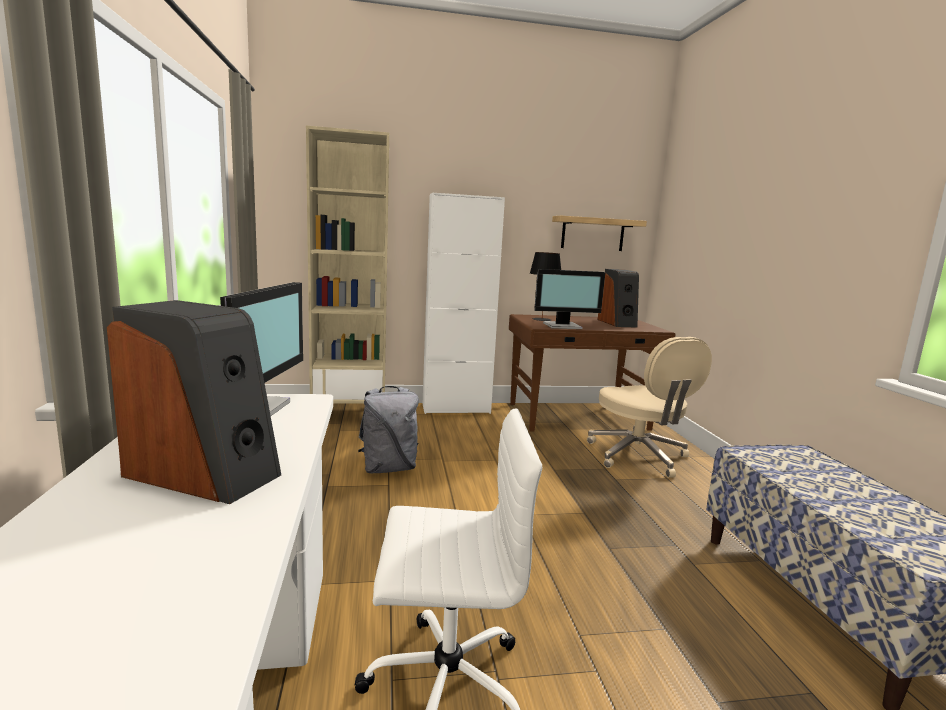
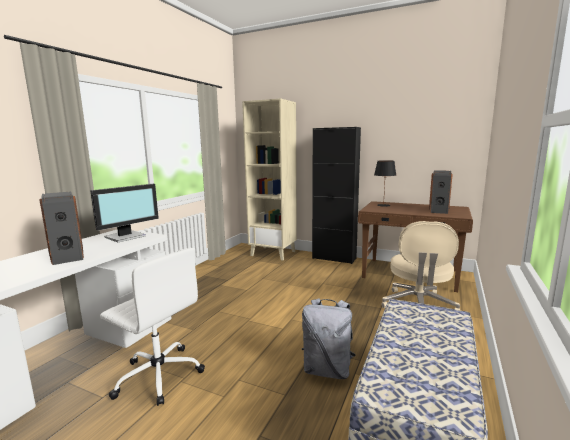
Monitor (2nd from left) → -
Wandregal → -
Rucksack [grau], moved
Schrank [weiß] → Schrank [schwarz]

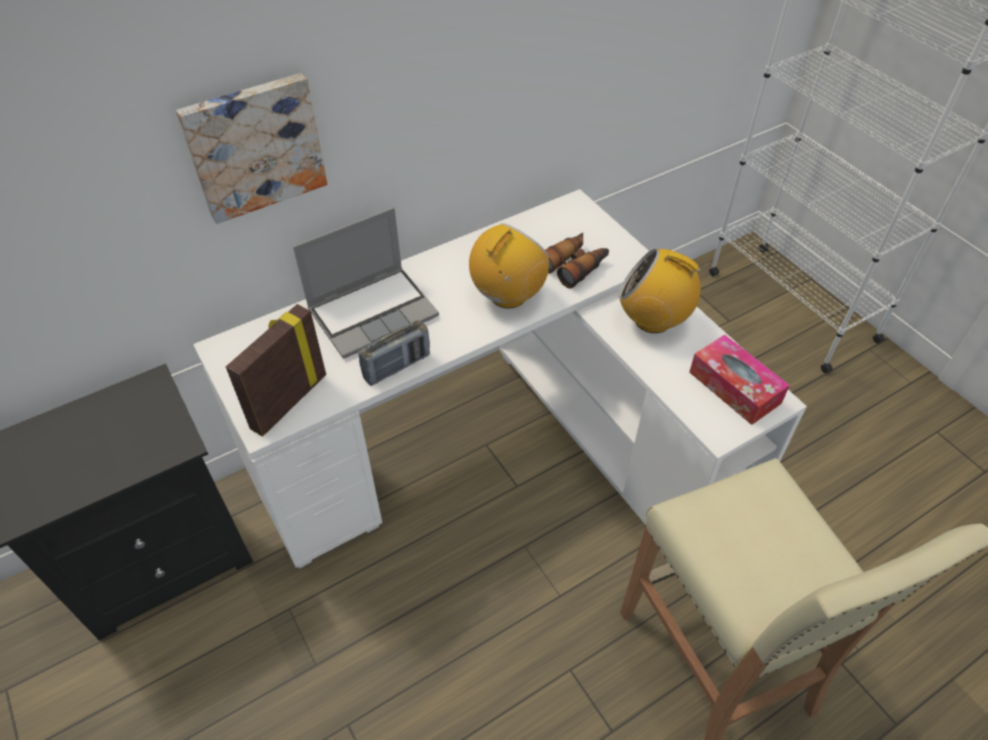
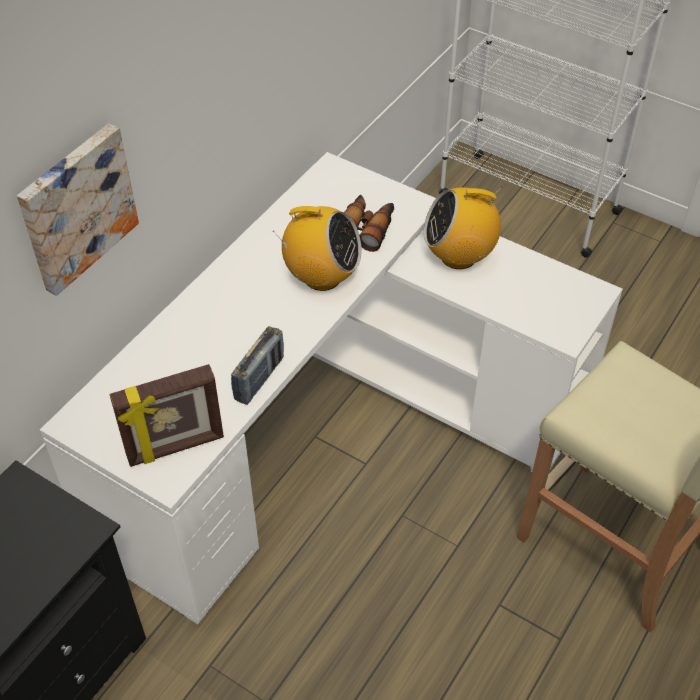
Laptop → -
Taschentuchbox → -
Bilderrahmen, 120 degrees counterclockwise
Radio (2nd from left), 90 degrees clockwise

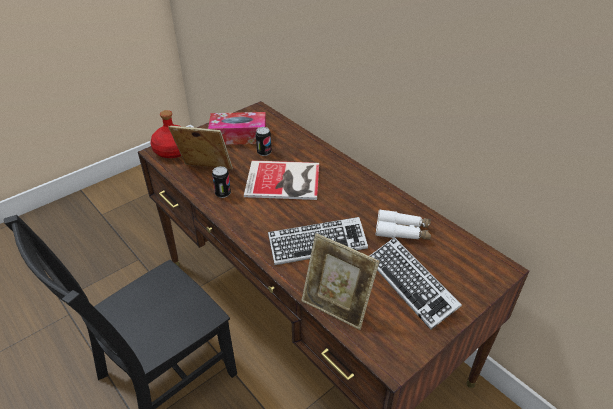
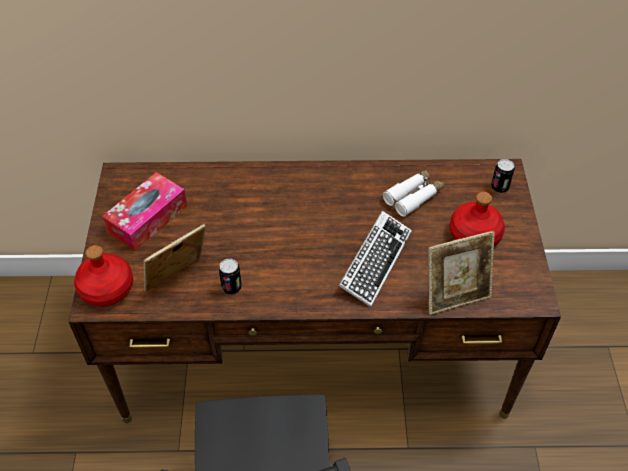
Buch → -
Dose (2nd from left), moved
Tastatur (2nd from left) → Flasche [rot] (2nd from left)

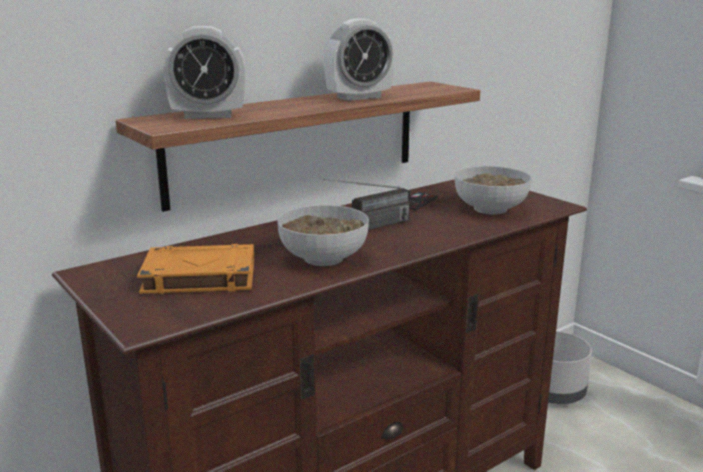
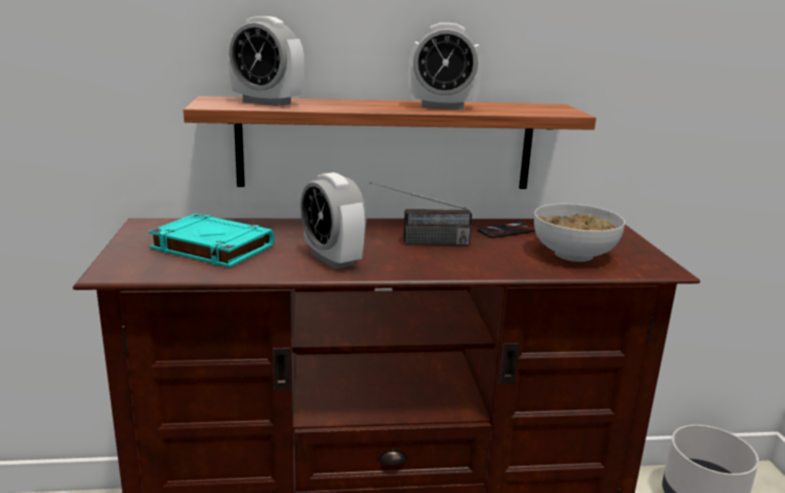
Schüssel (1st from left) → Wecker (2nd from left)
Buch [orange] → Buch [türkis]

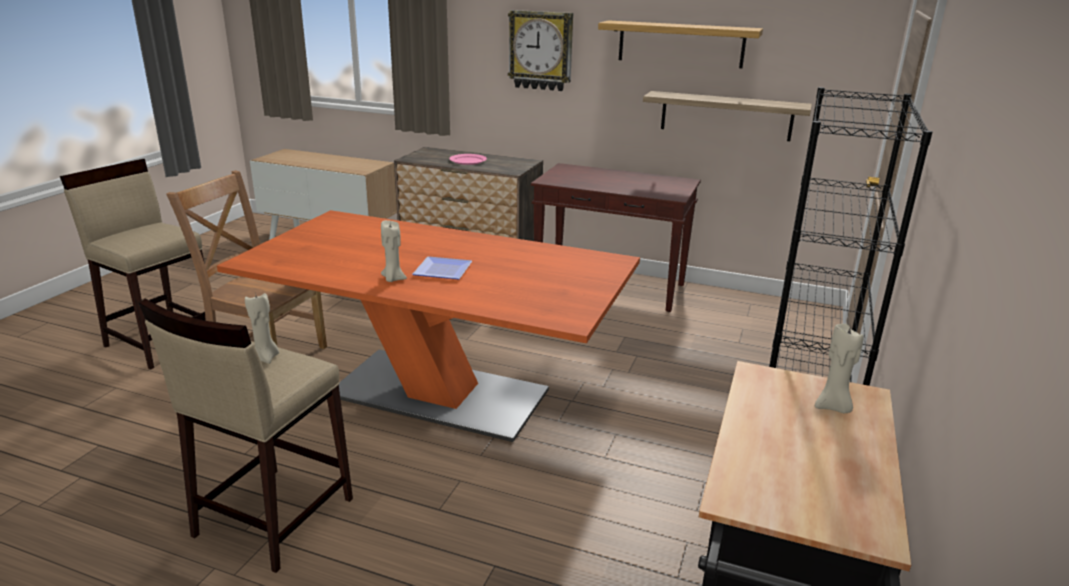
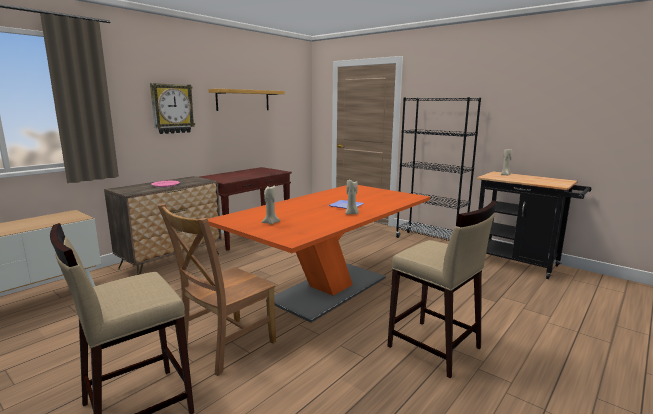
Wandregal (2nd from left) → -
Kerze [beige] (1st from left), moved

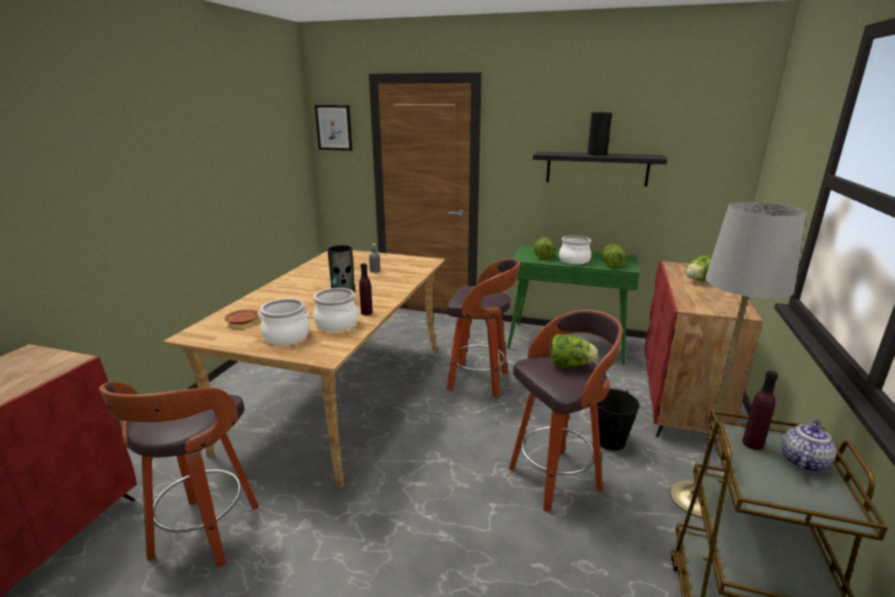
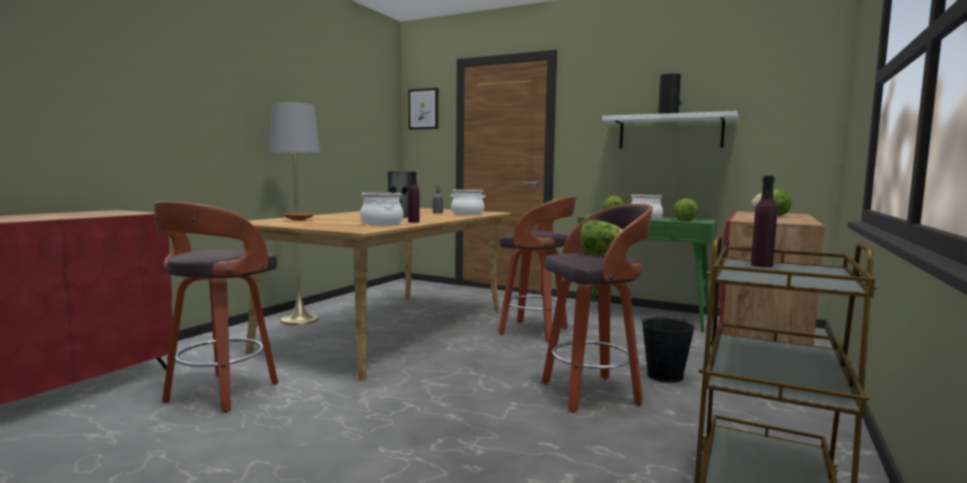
Teekanne → -
Kochtopf (1st from left in the first image) → Kochtopf (2nd from left), moved
Stehlampe [grau], moved
Wandregal [schwarz] → Wandregal [weiß]

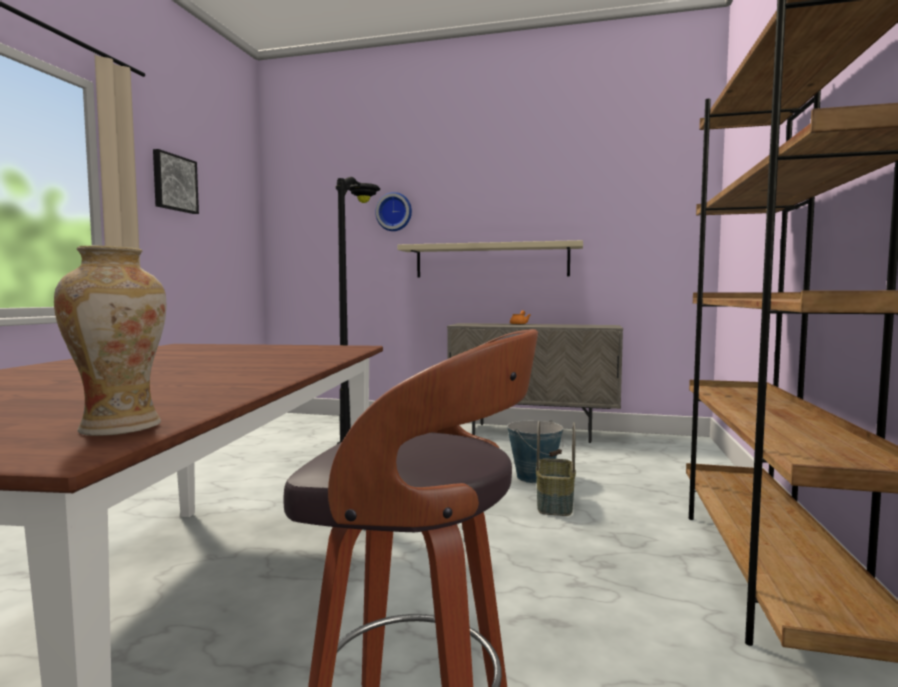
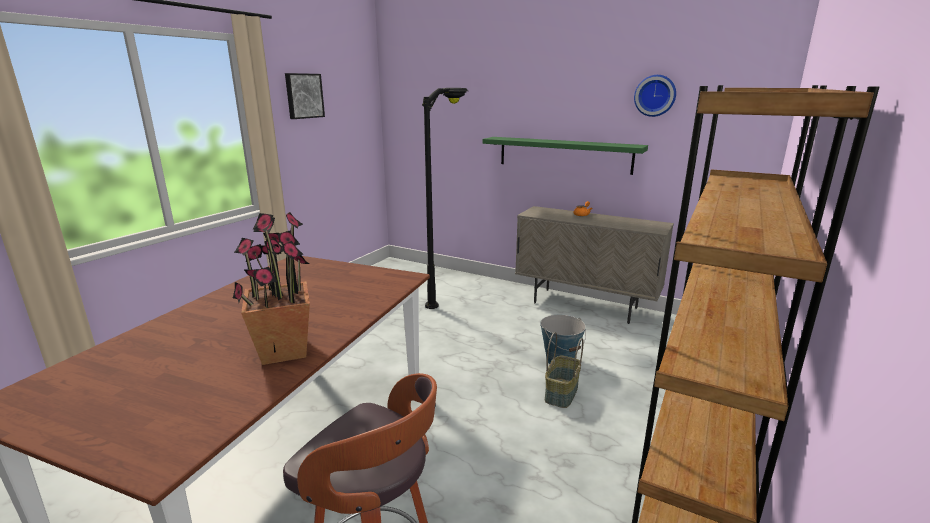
Vase → -
- → Topfpflanze
Wanduhr, moved
Wandregal [beige] → Wandregal [grün]

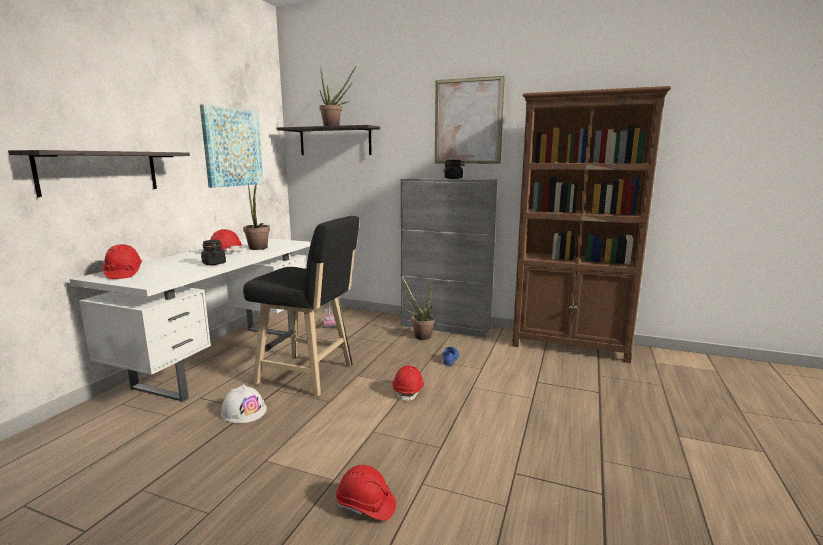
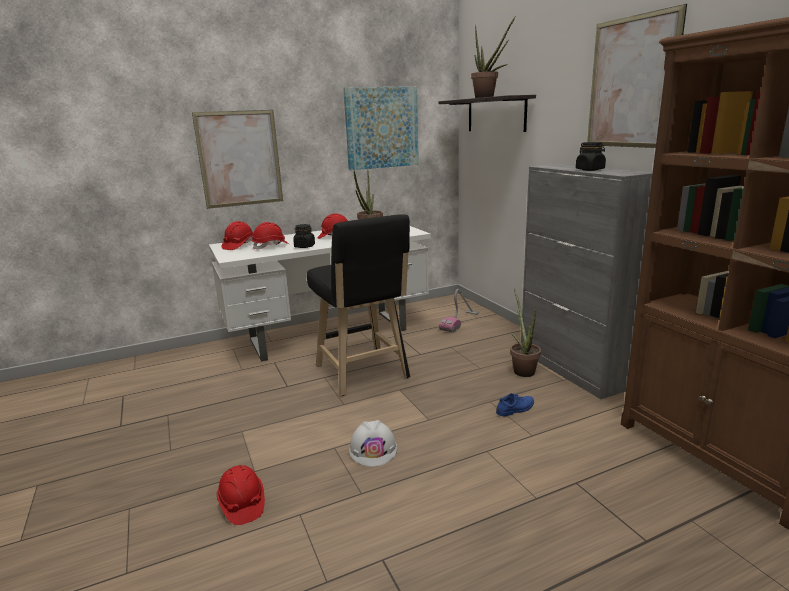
Schutzhelm [weiß], moved
Schutzhelm [rot] (4th from left in the first image) → Schutzhelm [rot] (3rd from left), moved
Wandregal (1st from left) → Bild (1st from left)

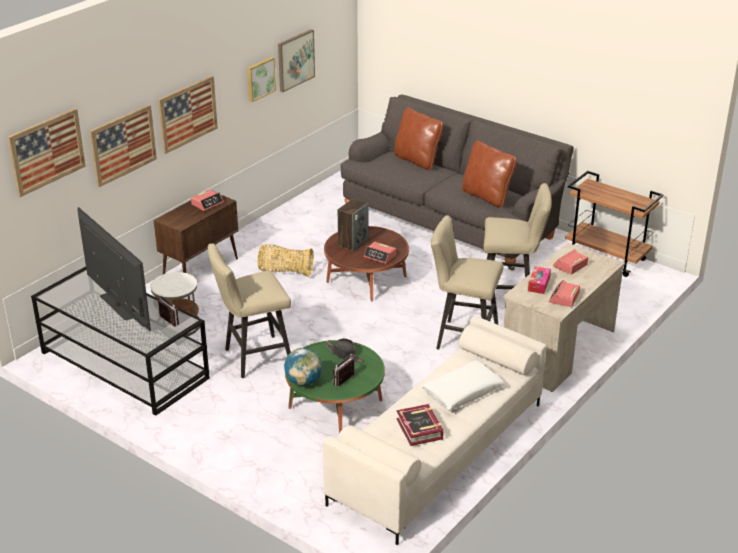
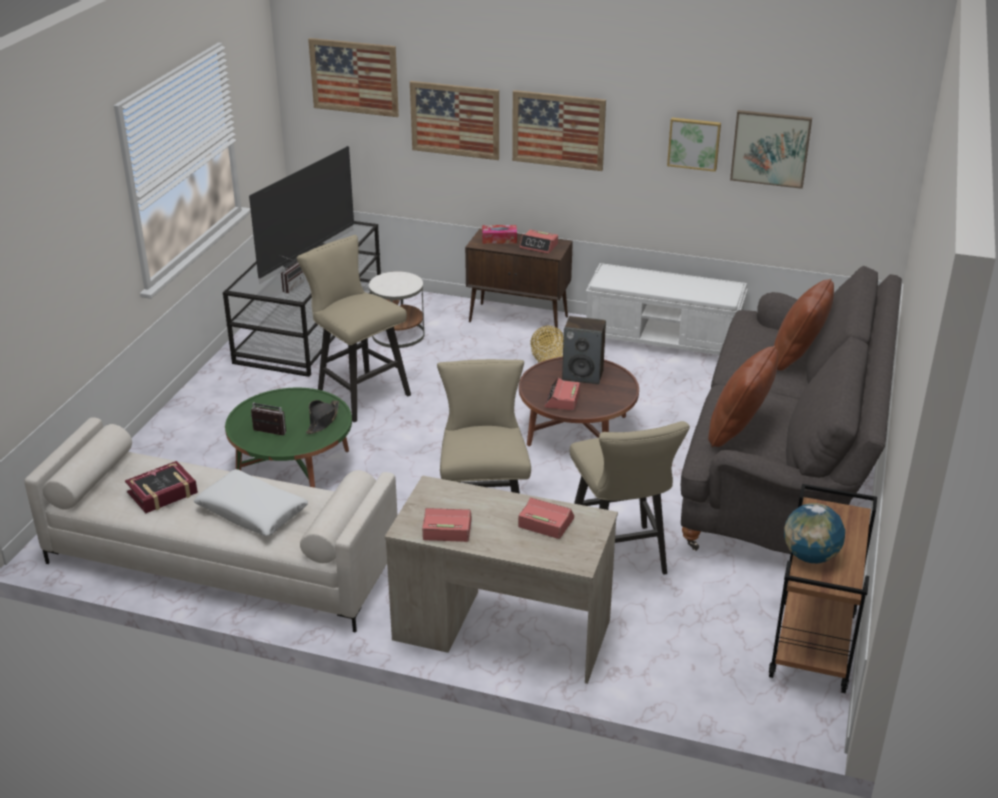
- → Bank [weiß]
Globus, moved
Taschentuchbox, moved

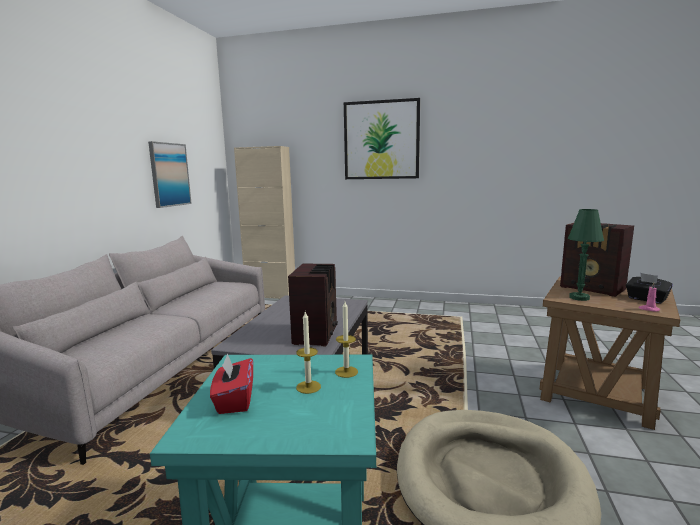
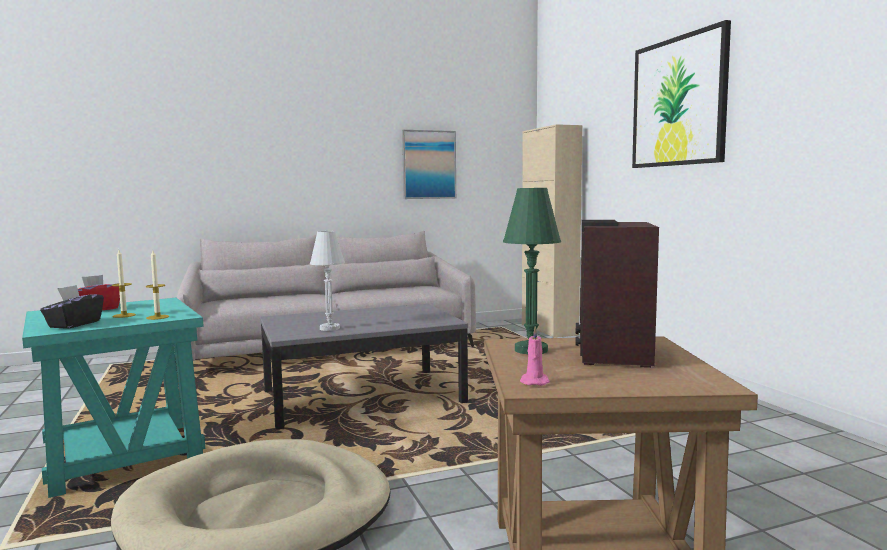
Taschentuchbox [schwarz], moved
Radio (1st from left) → Tischlampe [weiß]

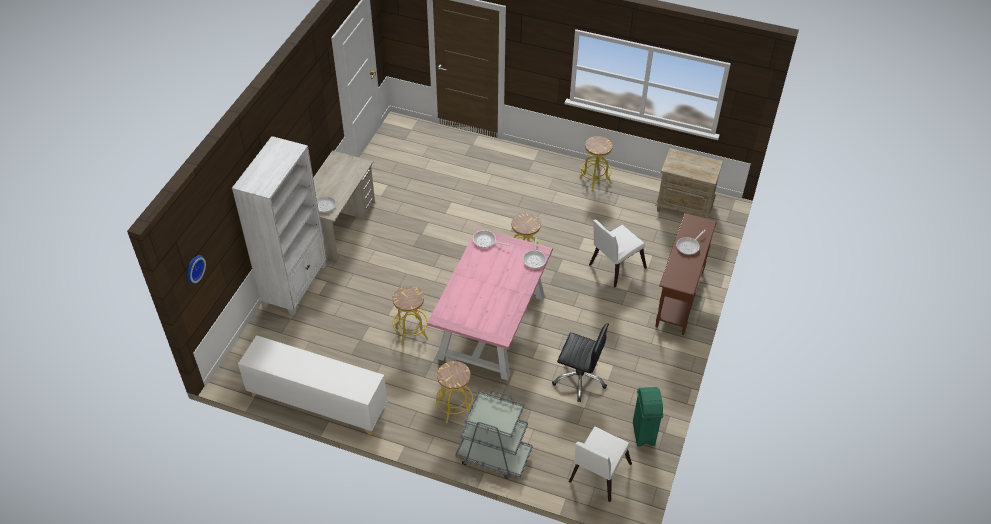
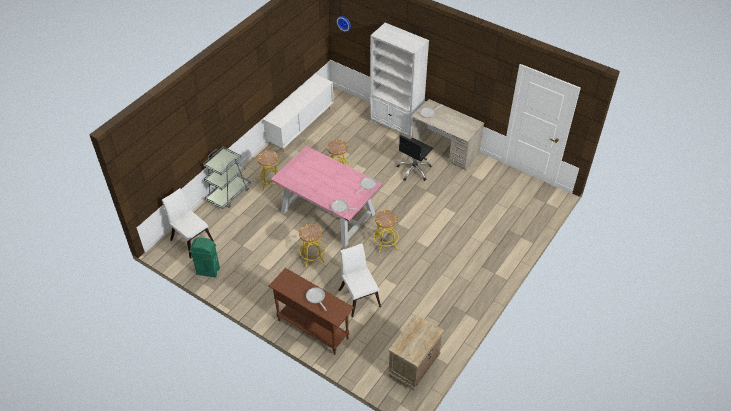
Bürostuhl [schwarz], moved
Hocker [gelb] (4th from left in the first image) → Hocker [gelb] (2nd from left), moved

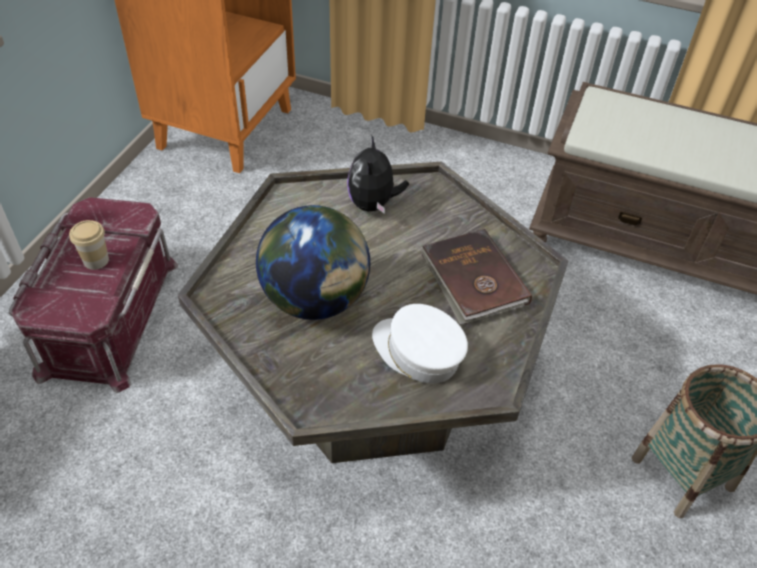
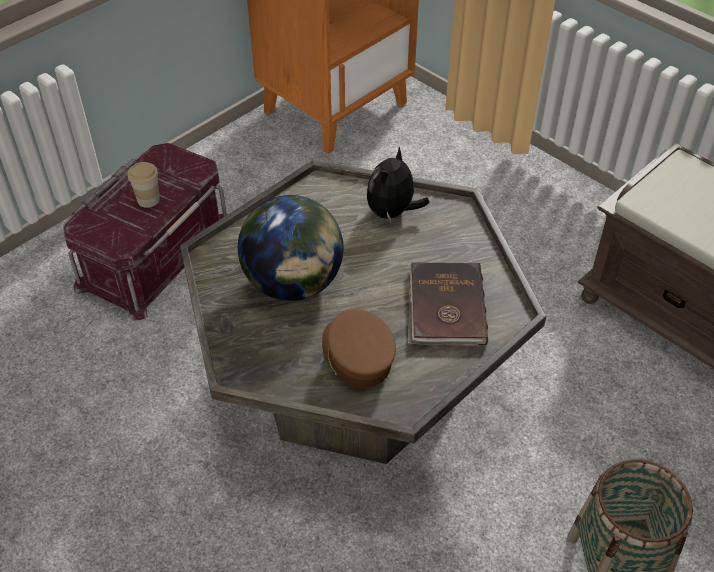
Kappe [weiß] → Kappe [braun]

